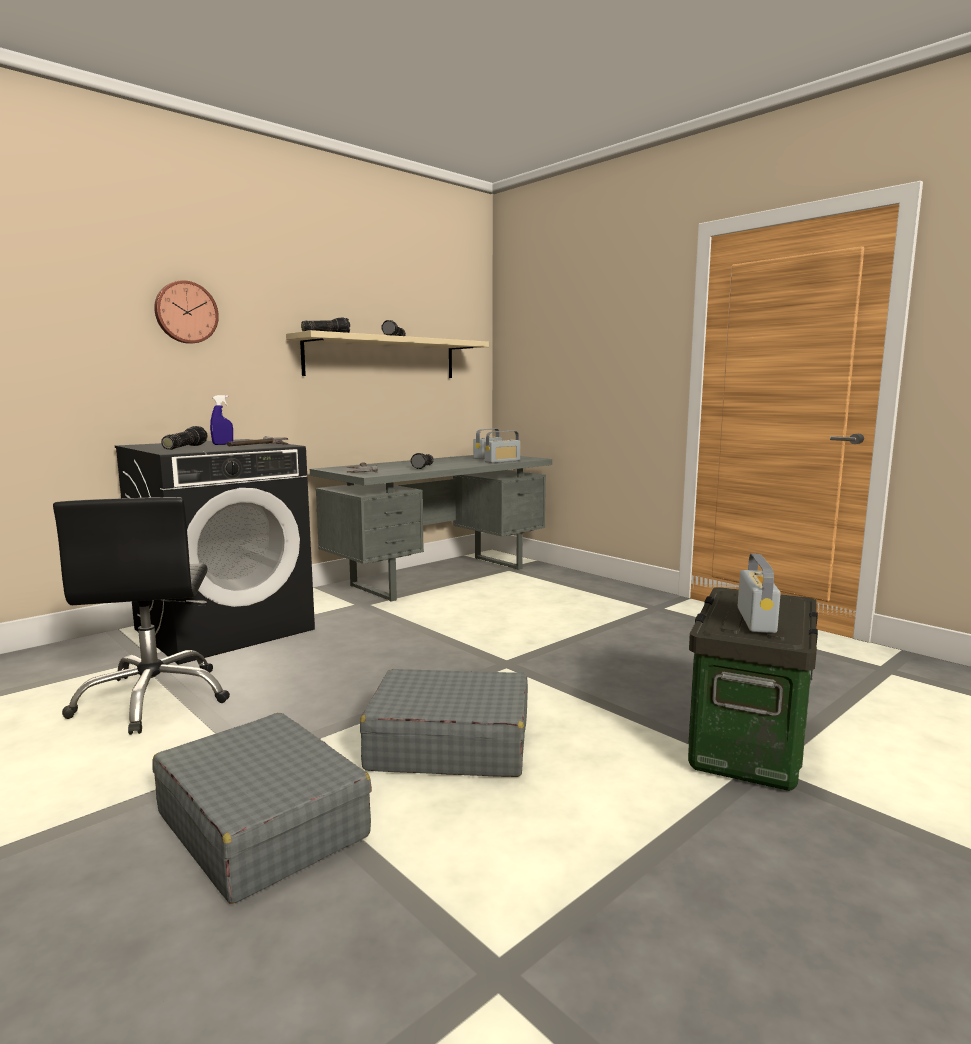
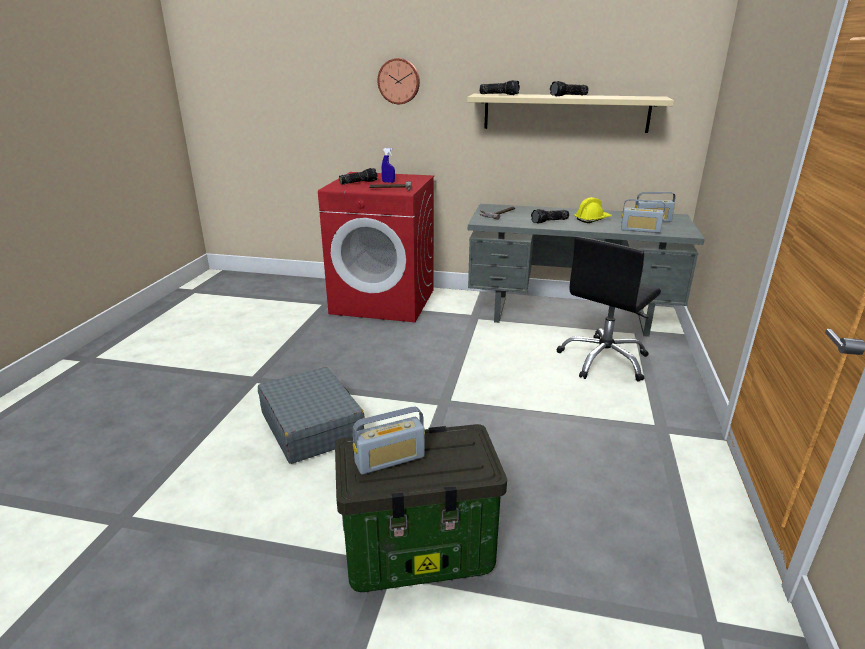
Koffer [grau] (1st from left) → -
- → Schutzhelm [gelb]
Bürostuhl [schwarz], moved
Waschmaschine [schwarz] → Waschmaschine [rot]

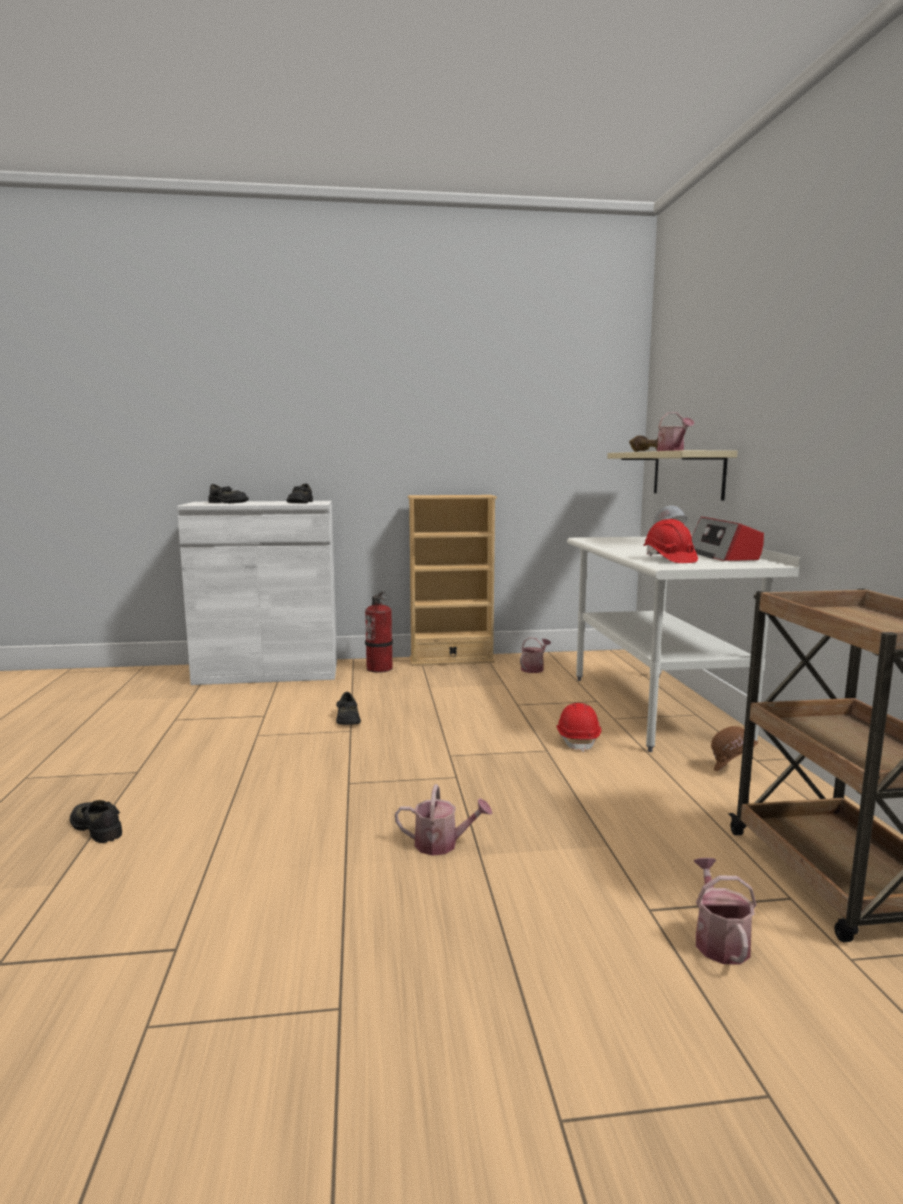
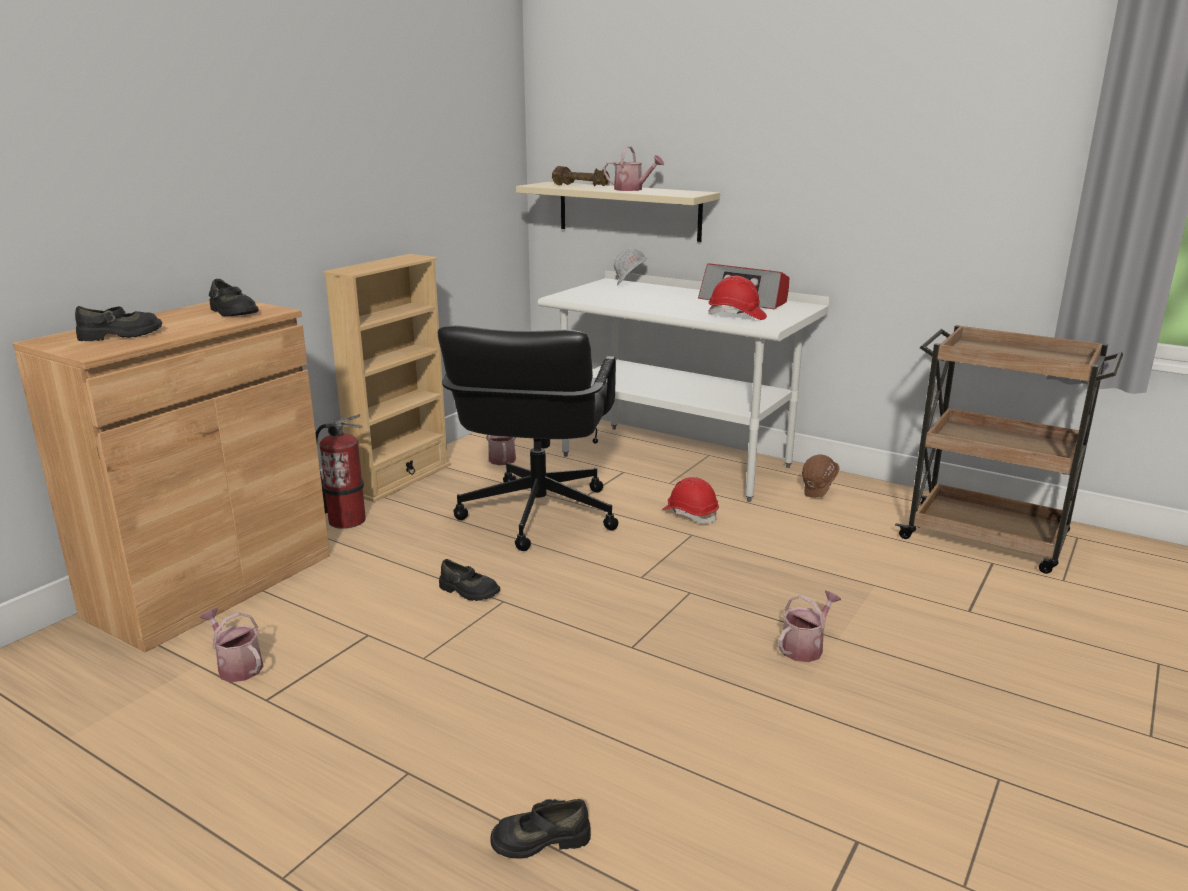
- → Bürostuhl [schwarz]
Gießkanne (4th from left in the first image) → Gießkanne (1st from left), moved
Schrank [weiß] → Schrank [braun]

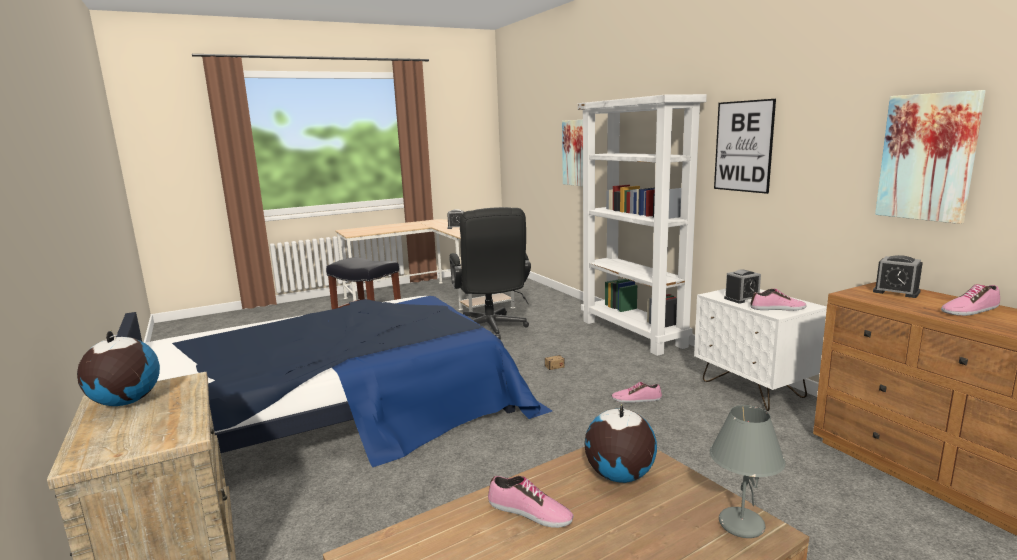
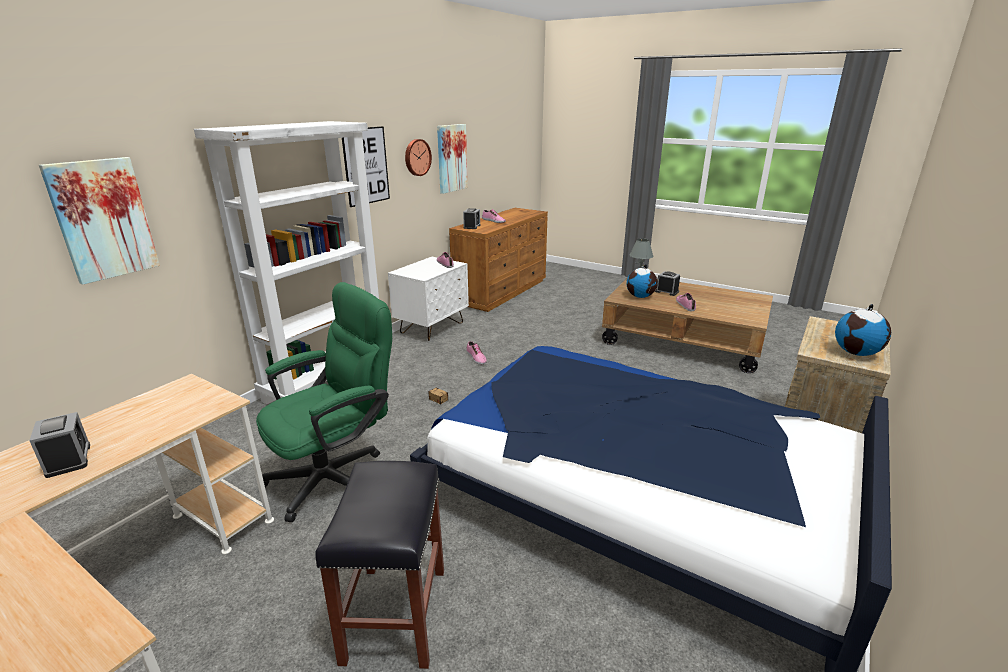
- → Wanduhr
Wecker (2nd from left in the first image) → Wecker (3rd from left), moved
Bürostuhl [schwarz] → Bürostuhl [grün]

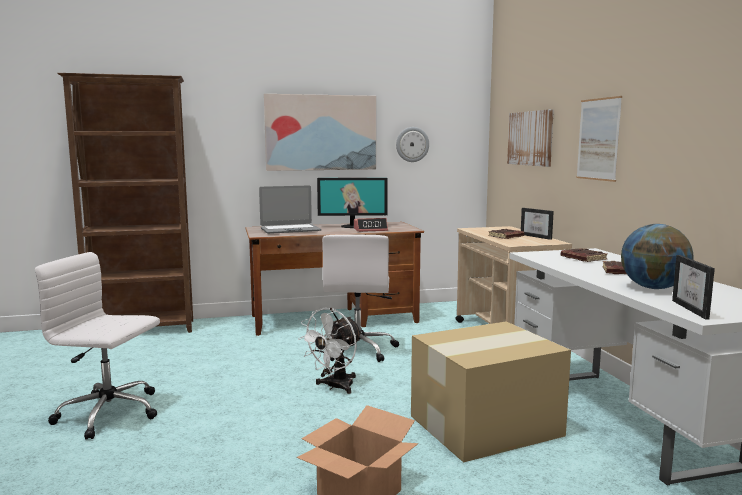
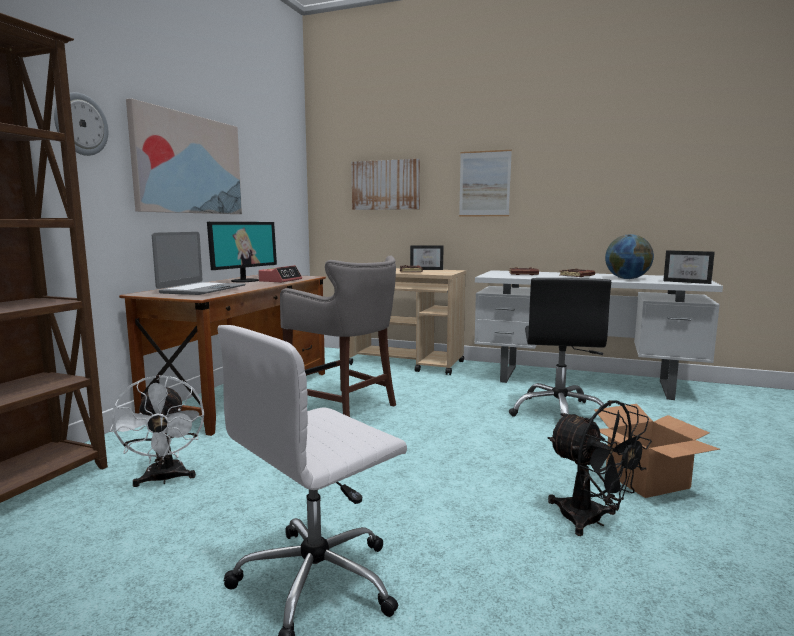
- → Ventilator [schwarz]
Ventilator [weiß], moved
Wanduhr, moved
Bürostuhl [weiß] (2nd from left) → Hocker [grau]
Karton (2nd from left) → Bürostuhl [schwarz]

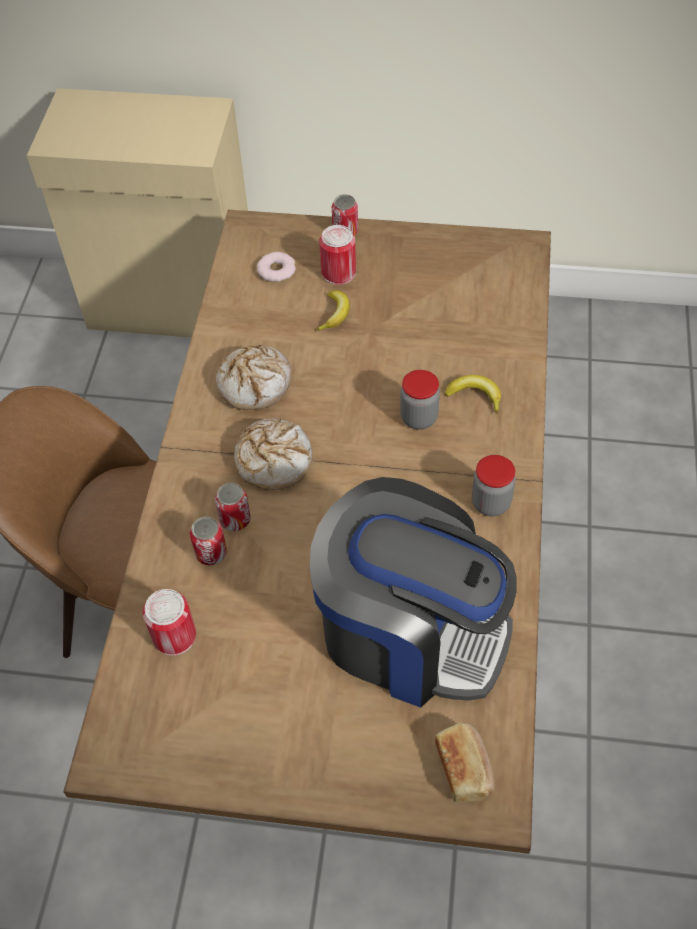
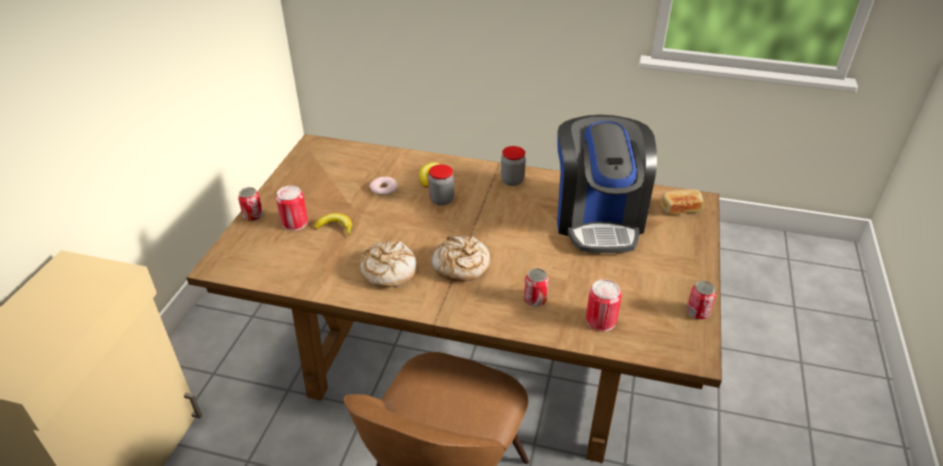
Dose (3rd from left in the first image) → Dose (5th from left), moved
Donut, moved
Kaffeemaschine, 150 degrees clockwise

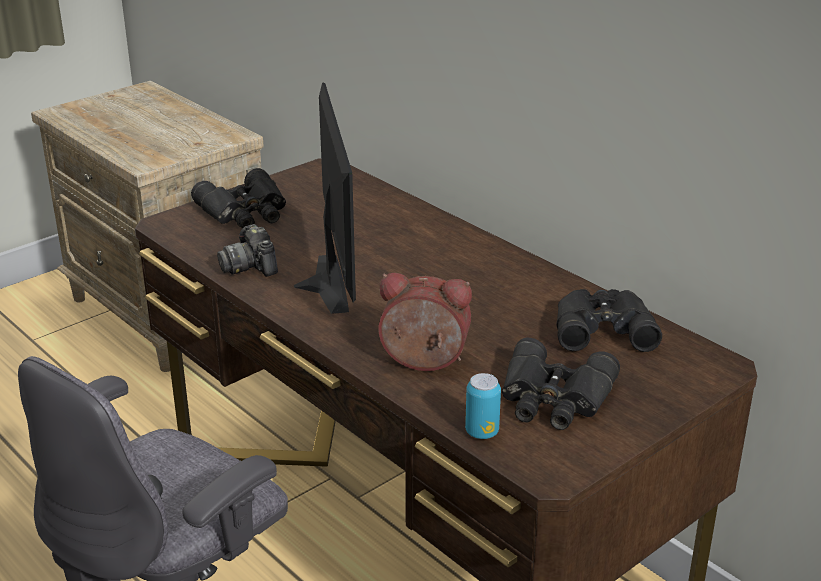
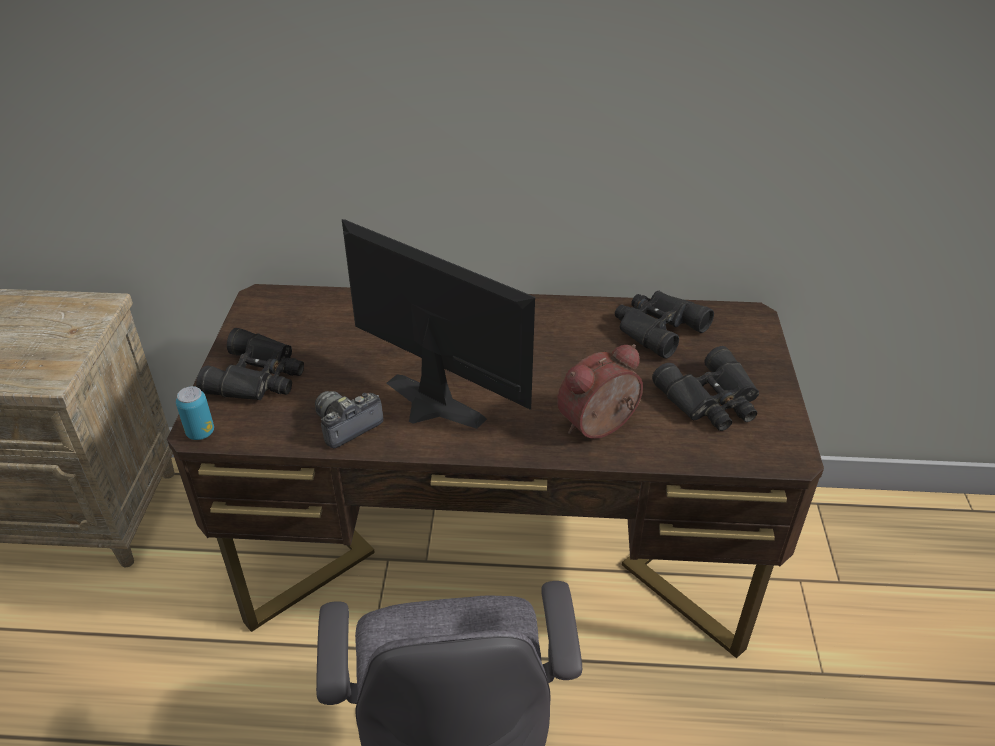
Dose, moved
Kamera, 120 degrees clockwise

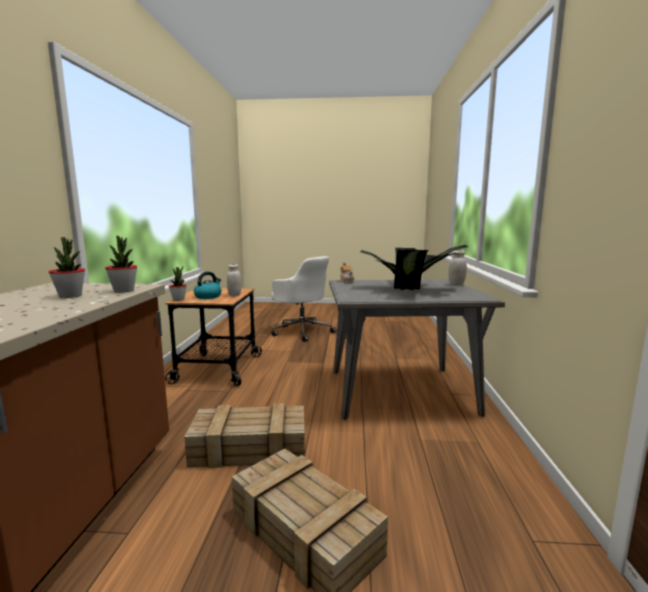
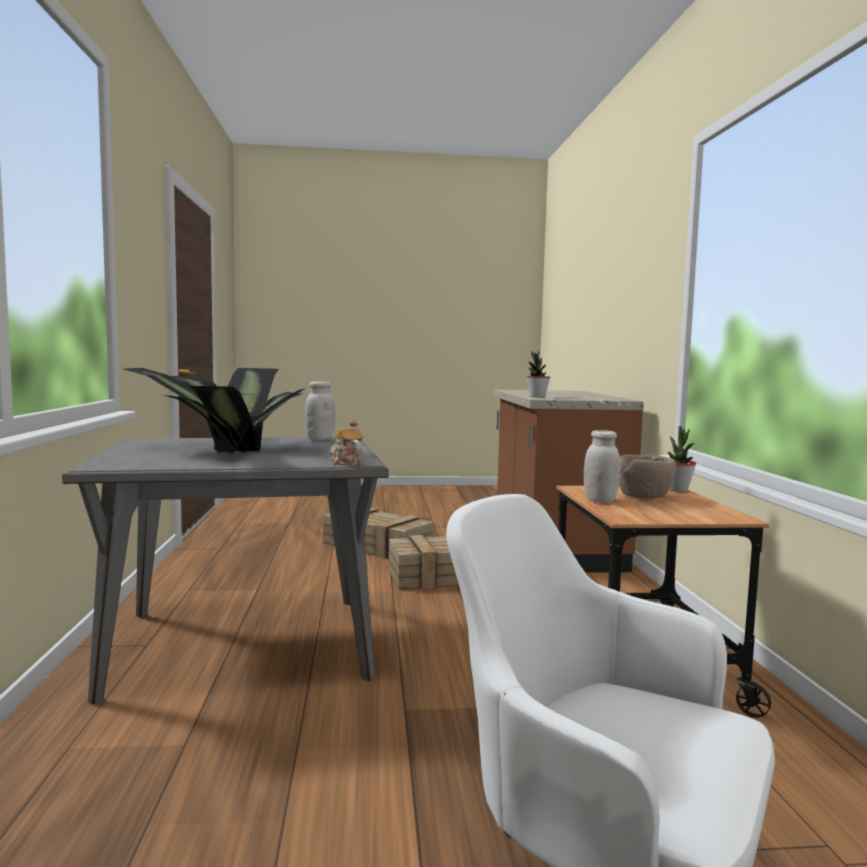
Topfpflanze (1st from left) → -
Vorratsglas [weiß] (2nd from left in the first image) → Vorratsglas [weiß] (1st from left), moved
Wasserkessel → Schüssel [braun]

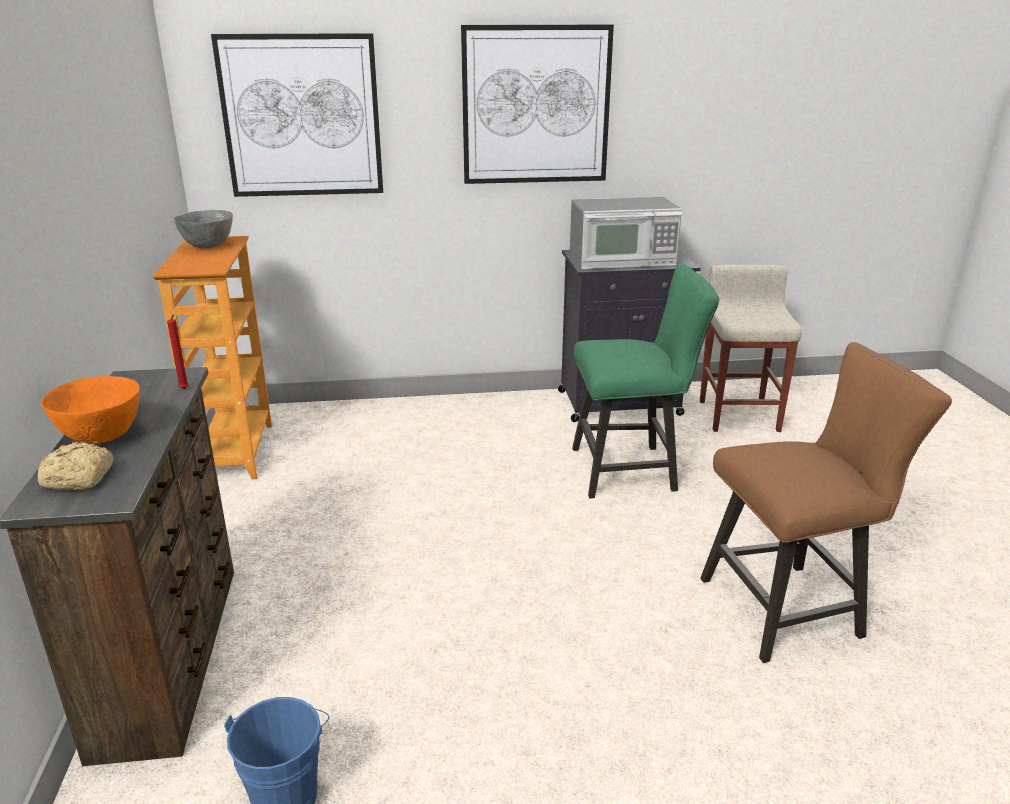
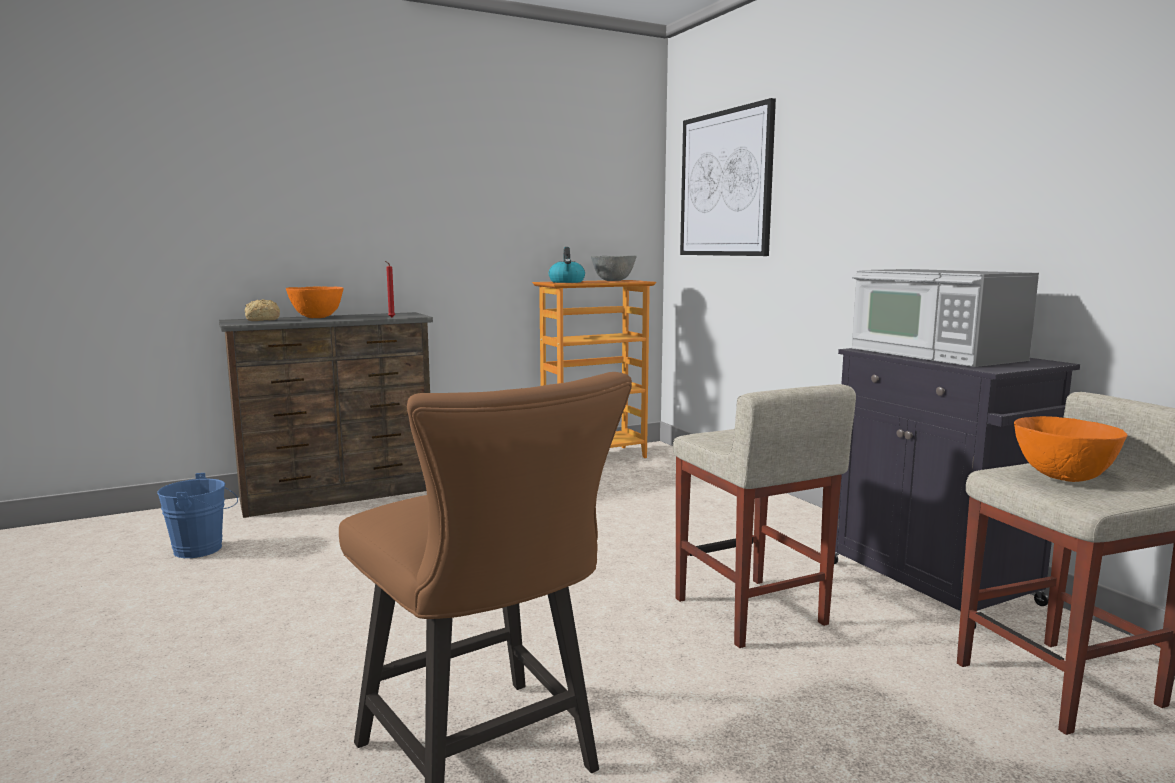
Bild (2nd from left) → -
- → Wasserkessel
- → Schüssel [orange] (2nd from left)
Stuhl [grün] → Hocker [beige] (1st from left)

